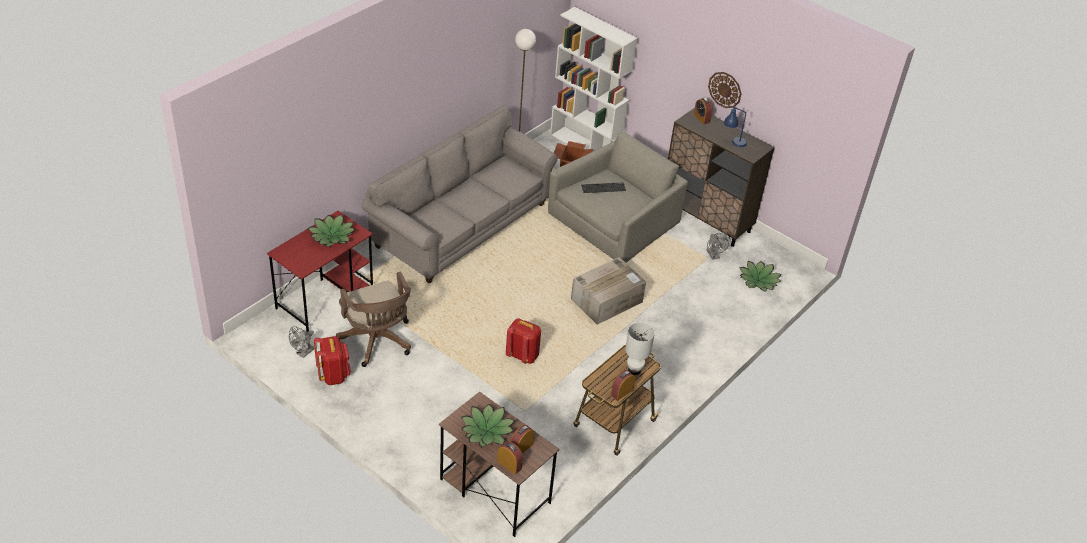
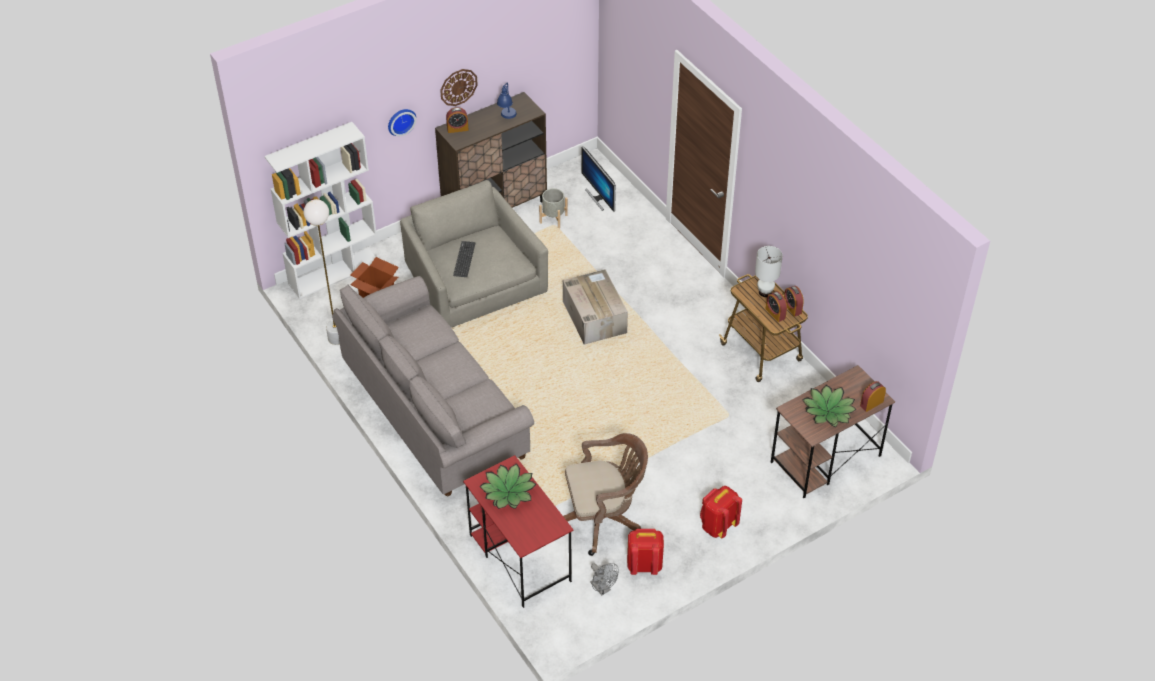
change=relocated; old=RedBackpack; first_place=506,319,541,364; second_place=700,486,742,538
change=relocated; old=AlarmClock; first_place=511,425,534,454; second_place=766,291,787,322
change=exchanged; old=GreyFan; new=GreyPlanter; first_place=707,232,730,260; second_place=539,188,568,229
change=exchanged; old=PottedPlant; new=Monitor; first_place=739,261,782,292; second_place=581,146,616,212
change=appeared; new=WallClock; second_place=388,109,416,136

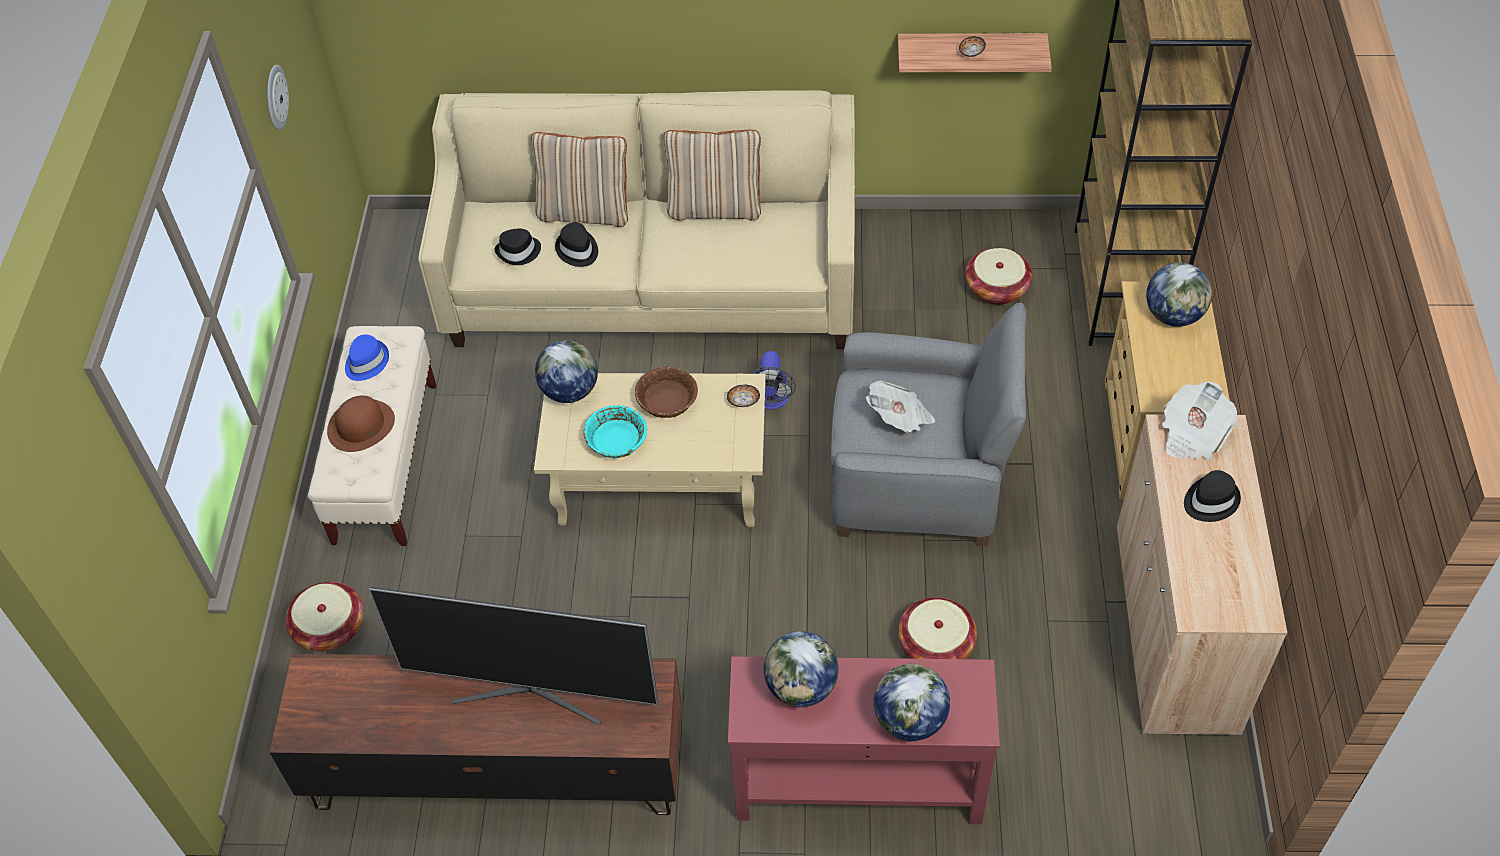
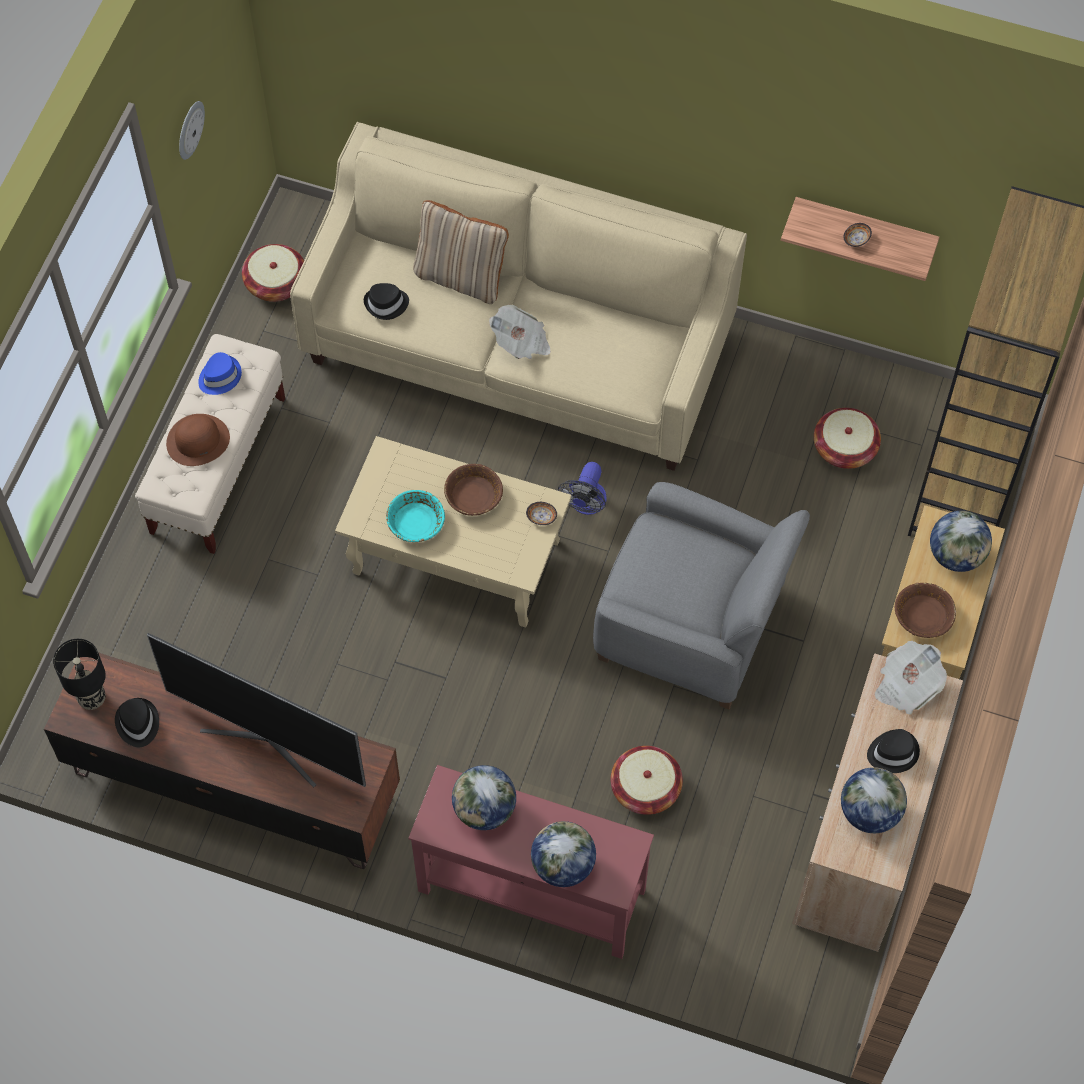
change=relocated; old=Basket; first_place=286,582,364,651; second_place=242,244,304,302
change=relocated; old=Globe; first_place=535,340,598,403; second_place=841,767,907,833
change=relocated; old=BlackHat; first_place=555,222,598,267; second_place=115,698,159,747
change=missing; old=BeigePillow; first_place=664,130,761,221
change=relocated; old=Newspaper; first_place=866,380,935,433; second_place=489,305,551,359
change=appeared; new=BlackTableLamp; second_place=53,639,106,710
change=appeared; new=BrownBowl; second_place=895,583,956,638

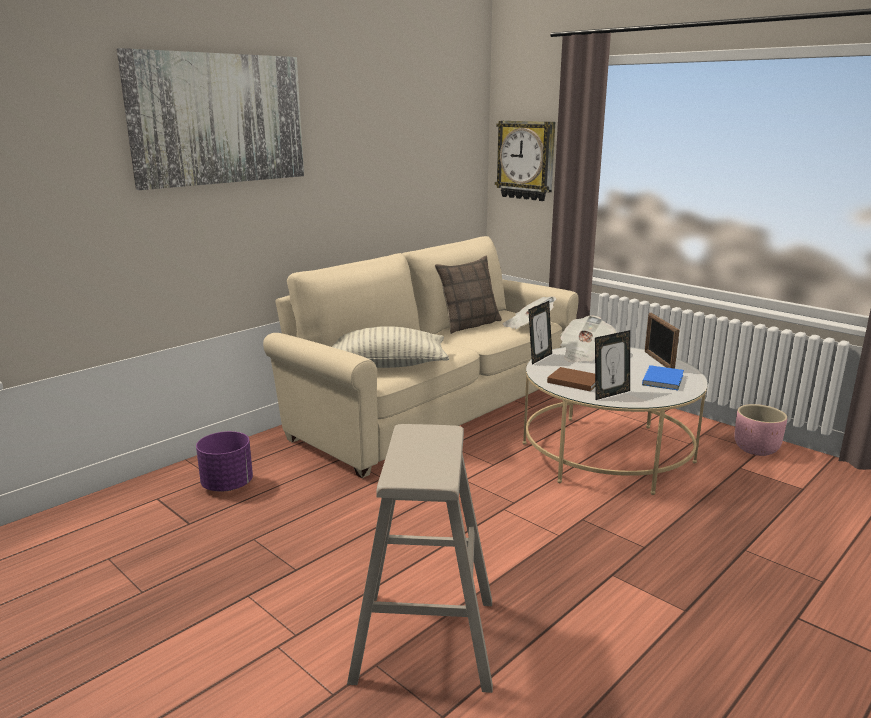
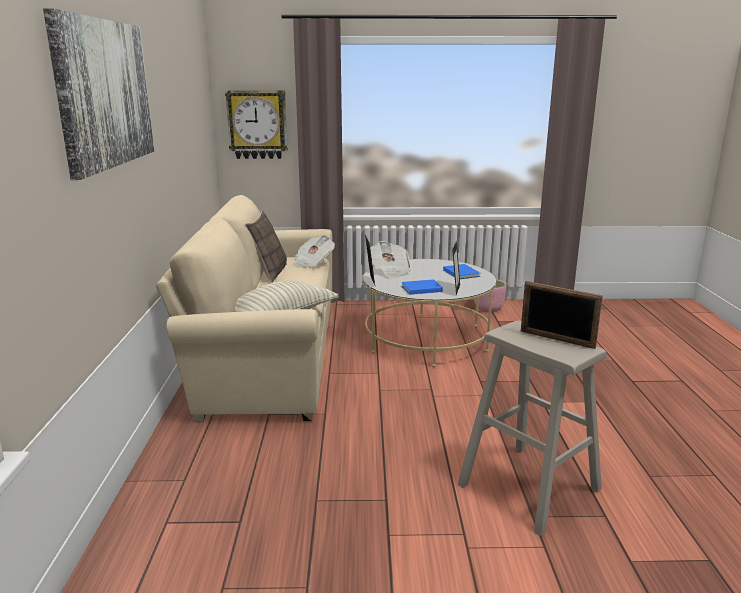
change=missing; old=PurplePlanter; first_place=196,431,253,491
change=colour; old=BrownBook; new=BlueBook; first_place=547,367,595,391; second_place=402,279,443,295
change=relocated; old=PictureFrame; first_place=645,313,679,369; second_place=521,281,603,349

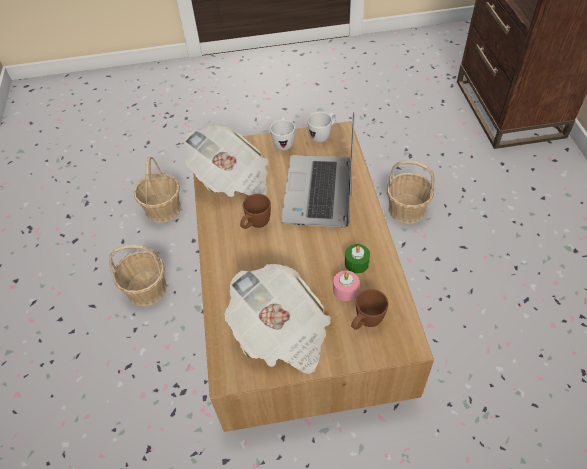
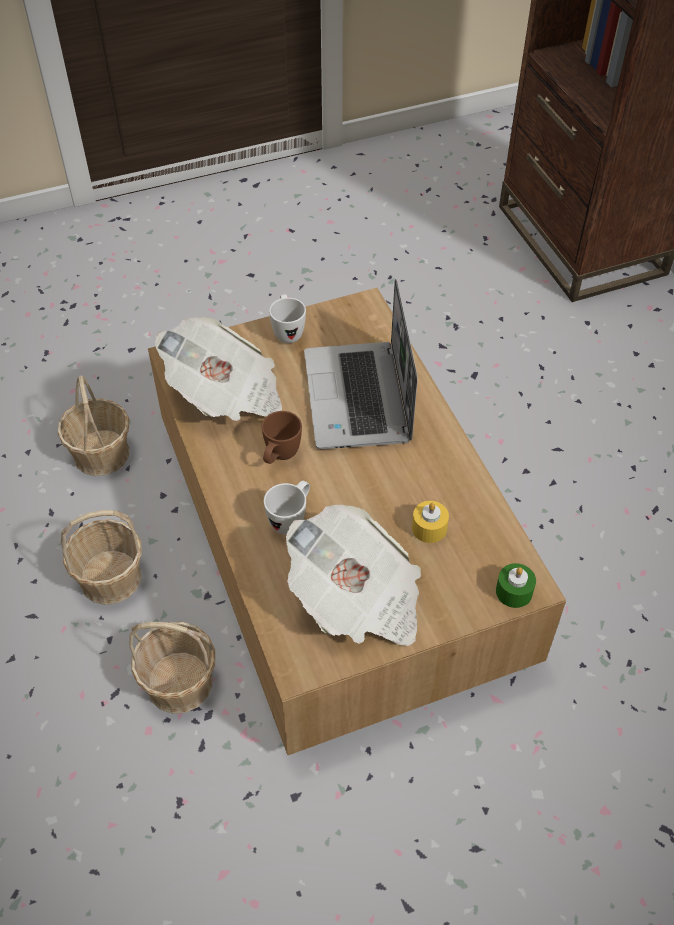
change=relocated; old=WhiteMug; first_place=307,112,336,143; second_place=264,481,310,535
change=colour; old=PinkCandle; new=YellowCandle; first_place=333,271,359,301; second_place=412,501,449,543
change=relocated; old=GreenCandle; first_place=345,244,370,273; second_place=496,563,536,608
change=missing; old=BrownMug; first_place=351,289,388,330
change=relocated; old=Basket; first_place=387,160,435,224; second_place=129,622,215,714

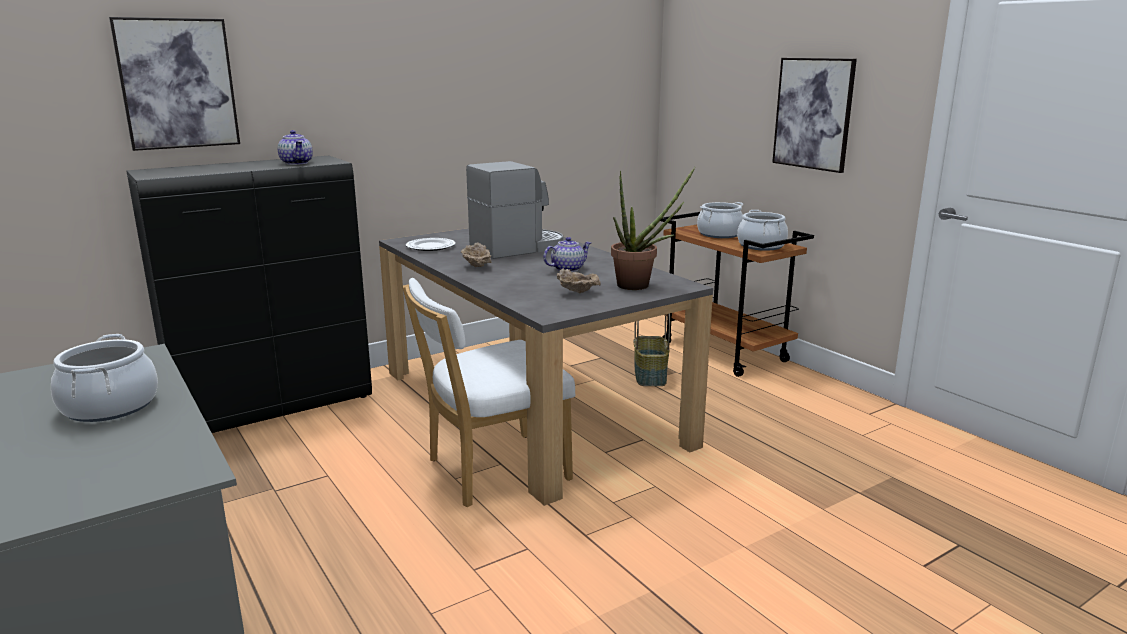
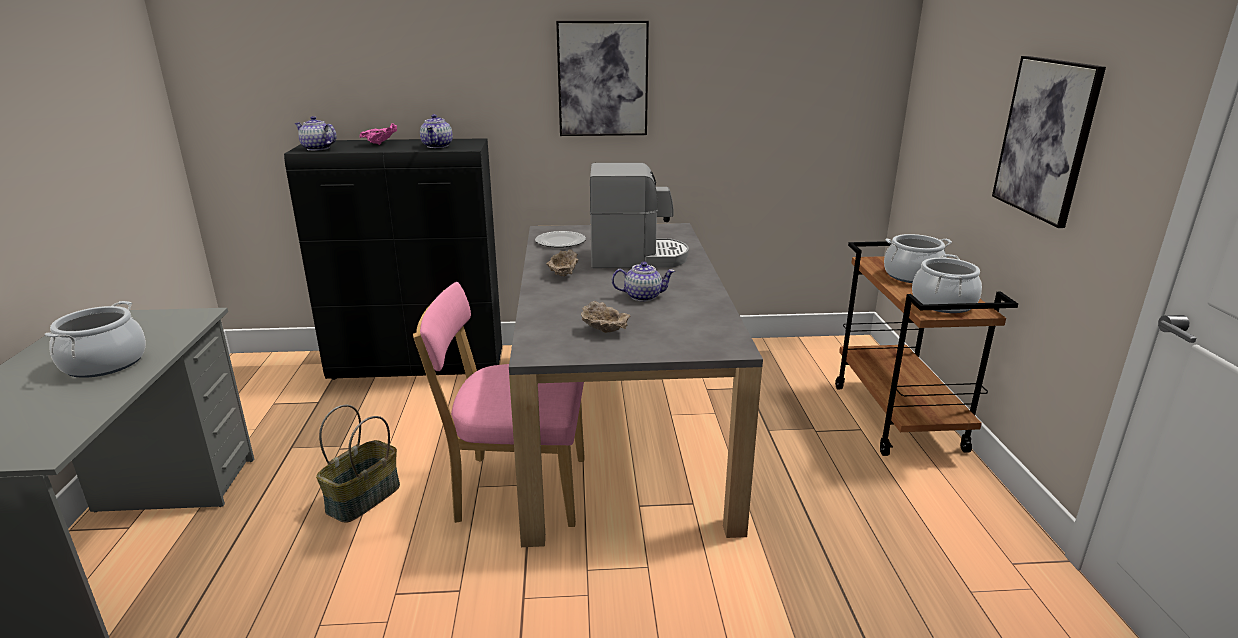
change=relocated; old=Picture; first_place=109,17,240,151; second_place=556,21,649,136
change=colour; old=WhiteChair; new=PinkChair; first_place=403,278,576,507; second_place=413,282,585,527
change=missing; old=PottedPlant; first_place=611,167,695,290
change=relocated; old=Basket; first_place=634,314,670,386; second_place=316,405,400,523
change=appeared; new=Teapot; second_place=294,116,337,151
change=appeared; new=PinkBowl; second_place=359,124,397,145

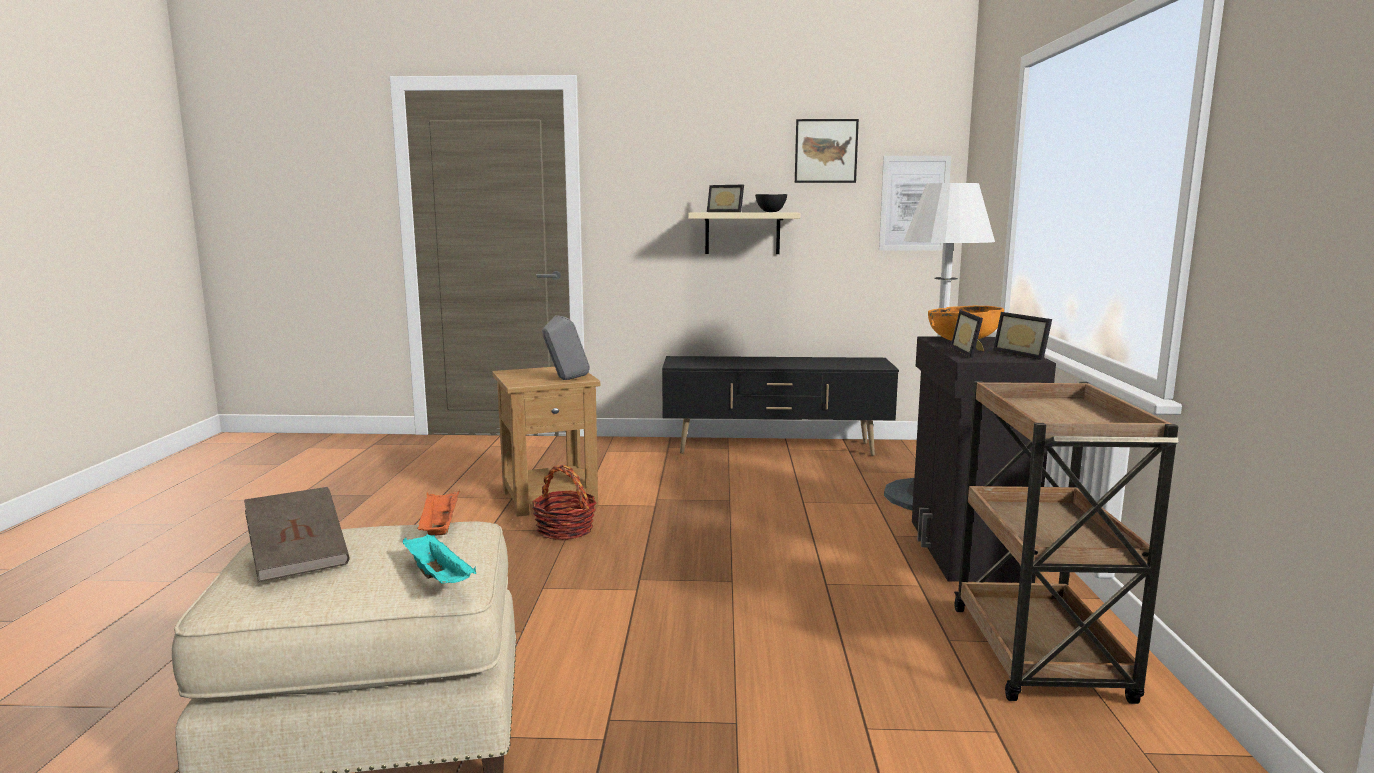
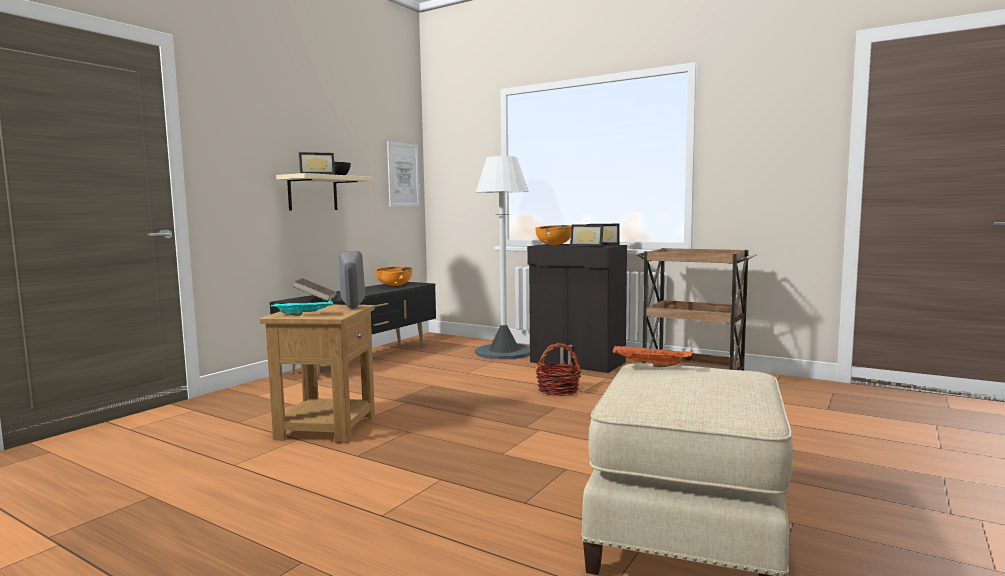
change=relocated; old=BrownBook; first_place=244,487,350,582; second_place=292,278,337,301
change=relocated; old=TurquoiseTray; first_place=403,534,476,584; second_place=271,300,333,316
change=relocated; old=Basket; first_place=532,465,596,540; second_place=536,343,582,396
change=missing; old=Picture; first_place=795,119,859,183
change=appeared; new=OrangeBowl; second_place=375,266,412,286

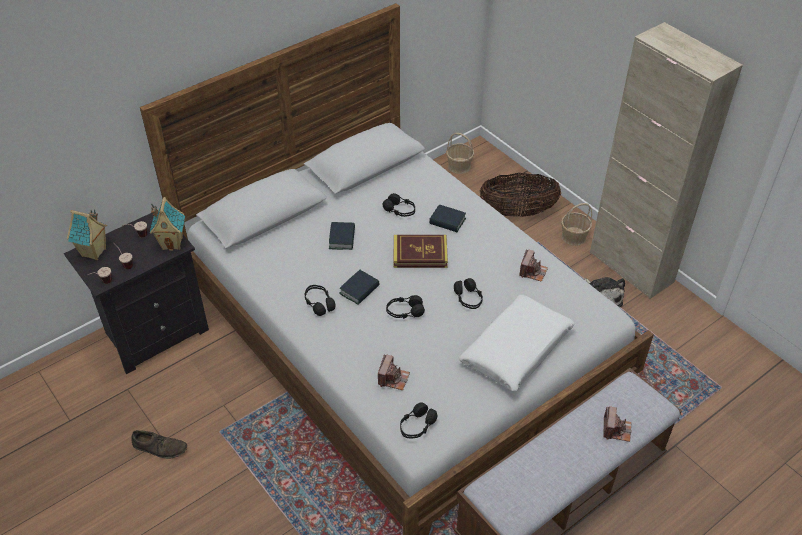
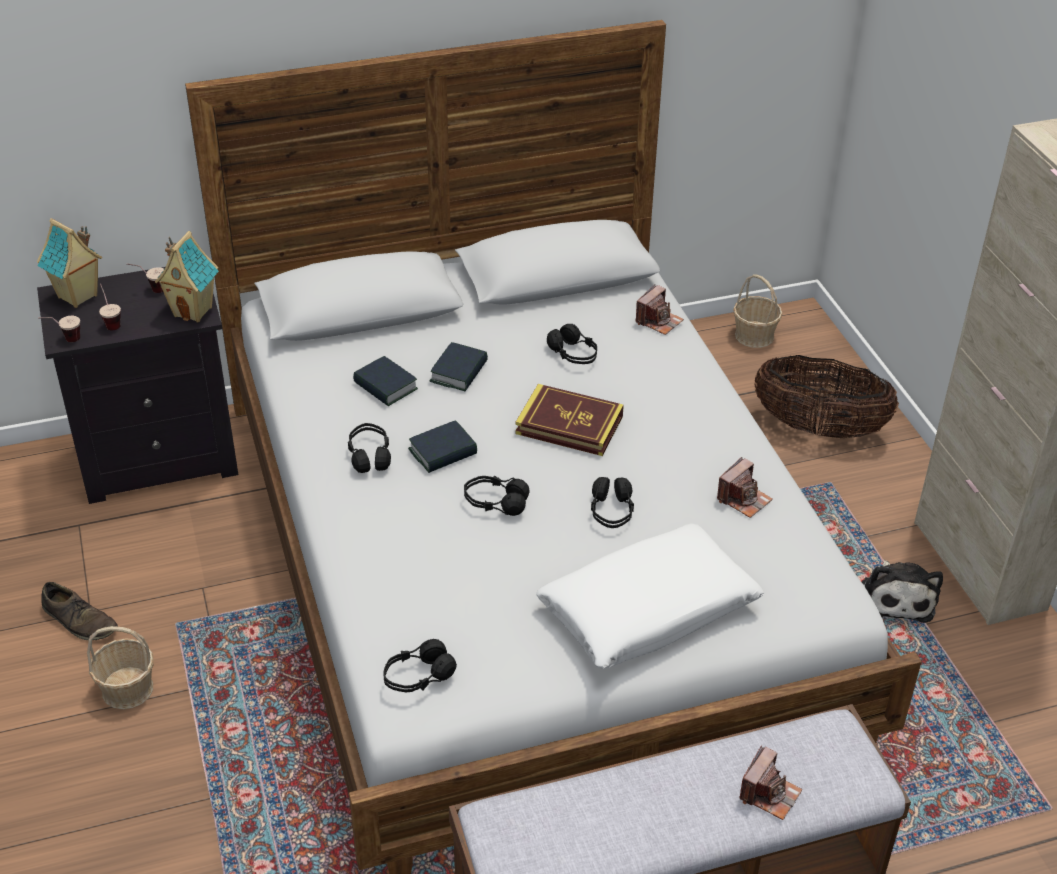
change=relocated; old=PhotoCamera; first_place=378,354,410,390; second_place=635,285,684,335
change=relocated; old=Book; first_place=429,205,466,232; second_place=353,356,418,406
change=relocated; old=Basket; first_place=561,203,592,246; second_place=87,626,154,709

